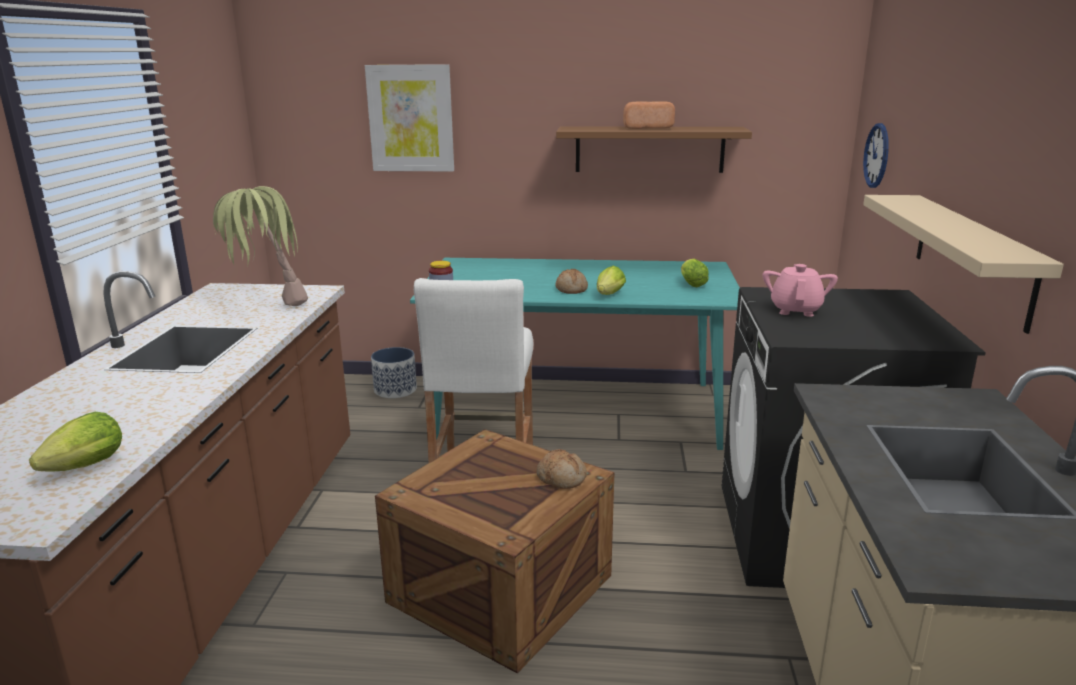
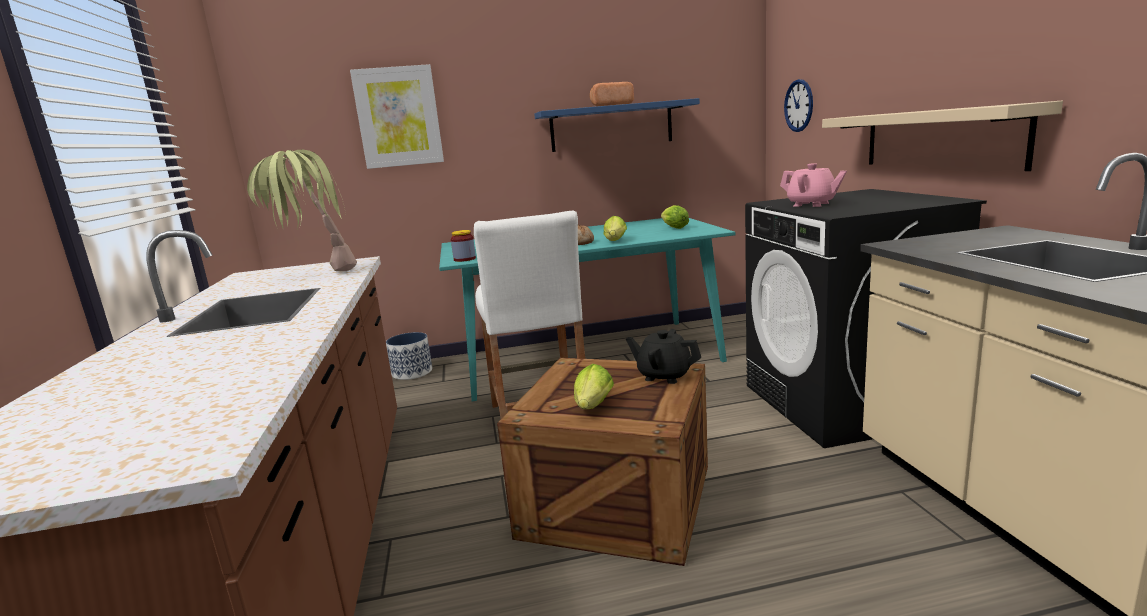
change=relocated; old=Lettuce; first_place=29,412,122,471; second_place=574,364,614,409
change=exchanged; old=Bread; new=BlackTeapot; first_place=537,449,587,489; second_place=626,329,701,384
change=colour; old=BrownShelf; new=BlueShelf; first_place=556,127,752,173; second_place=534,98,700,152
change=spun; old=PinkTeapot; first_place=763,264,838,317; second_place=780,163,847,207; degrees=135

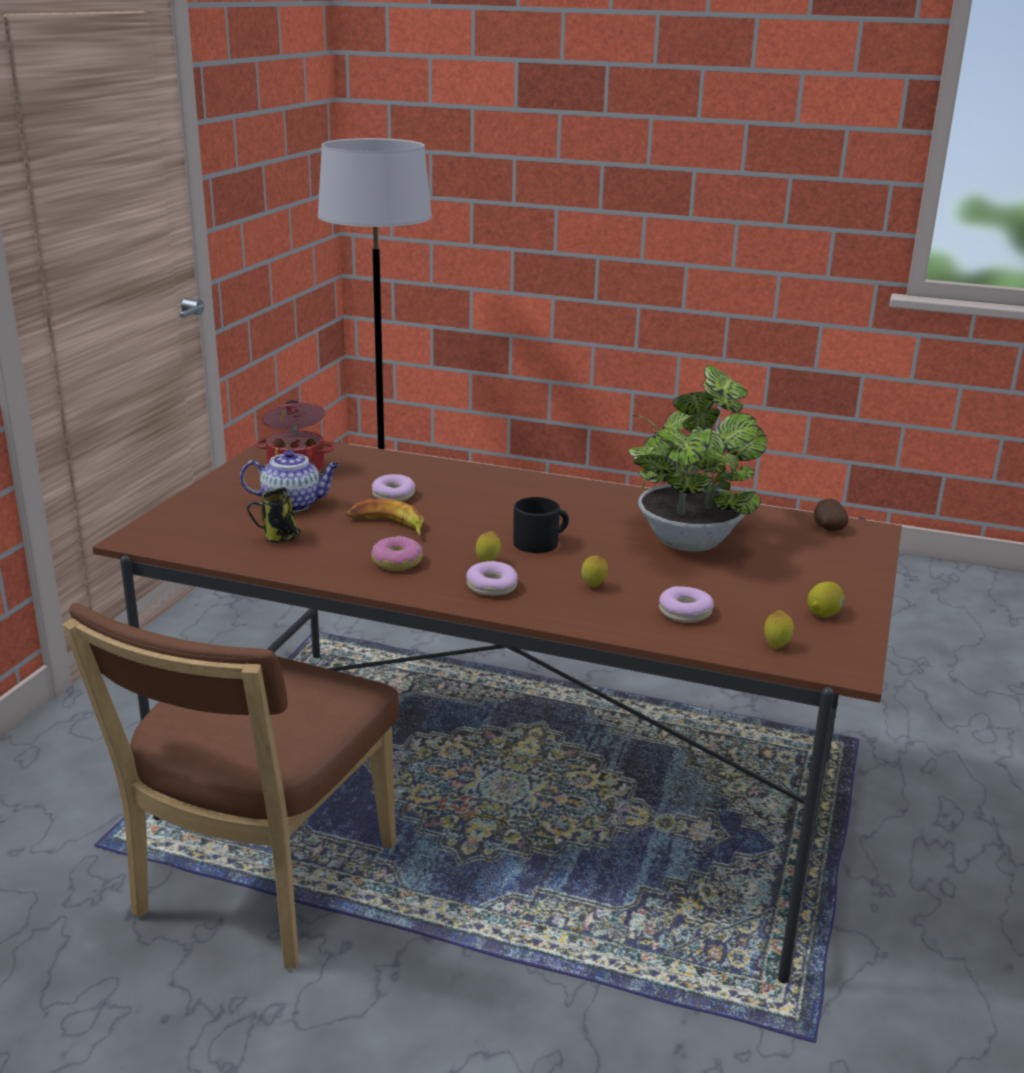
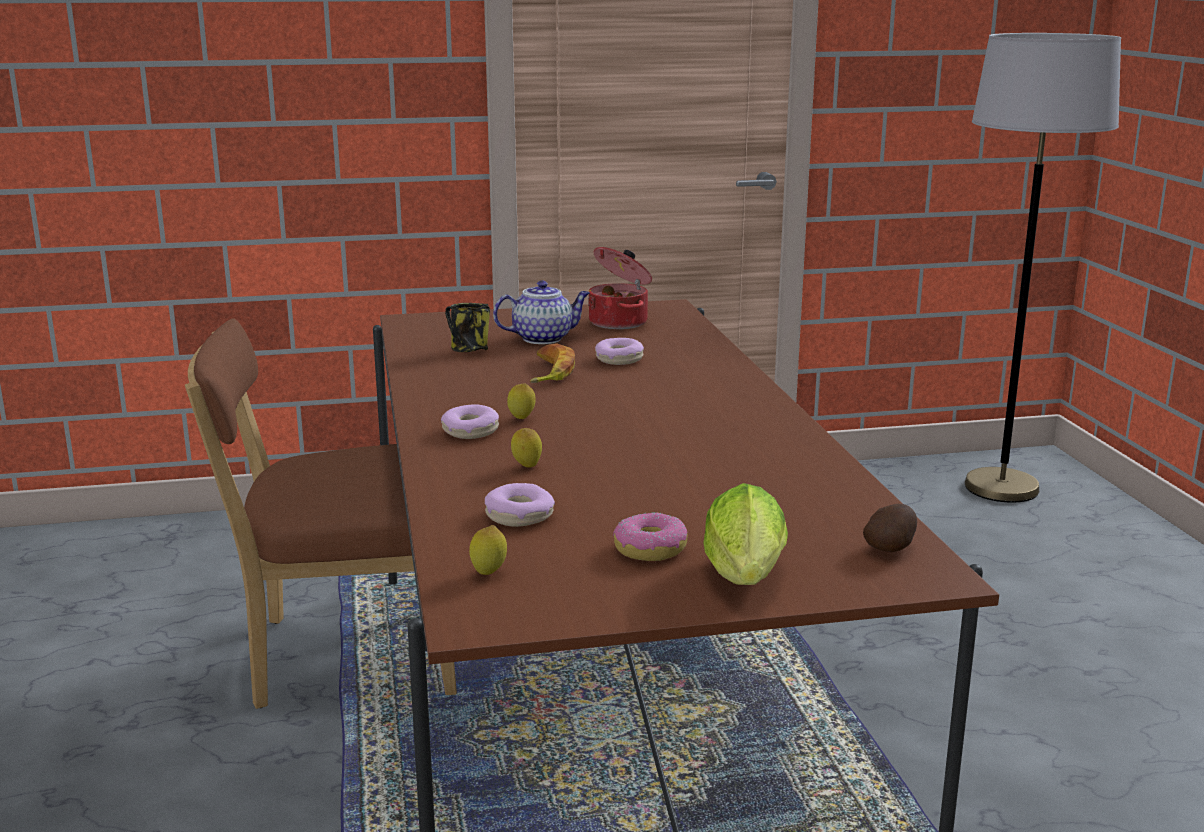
change=spun; old=Teapot; first_place=240,450,340,512; second_place=493,280,590,344; degrees=-75
change=relocated; old=Donut; first_place=371,536,423,571; second_place=613,512,688,561
change=missing; old=BlackMug; first_place=513,497,569,553
change=missing; old=PottedPlant; first_place=628,365,767,551
change=missing; old=Lemon; first_place=807,582,844,617
change=appeared; new=Lettuce; second_place=703,483,788,585

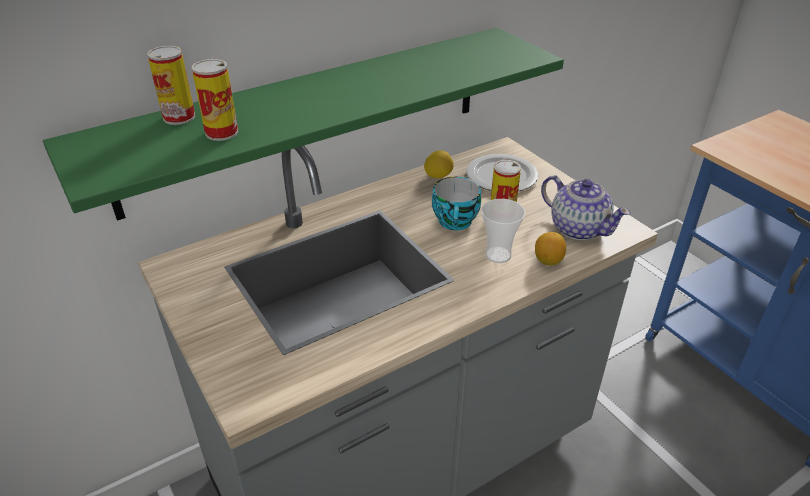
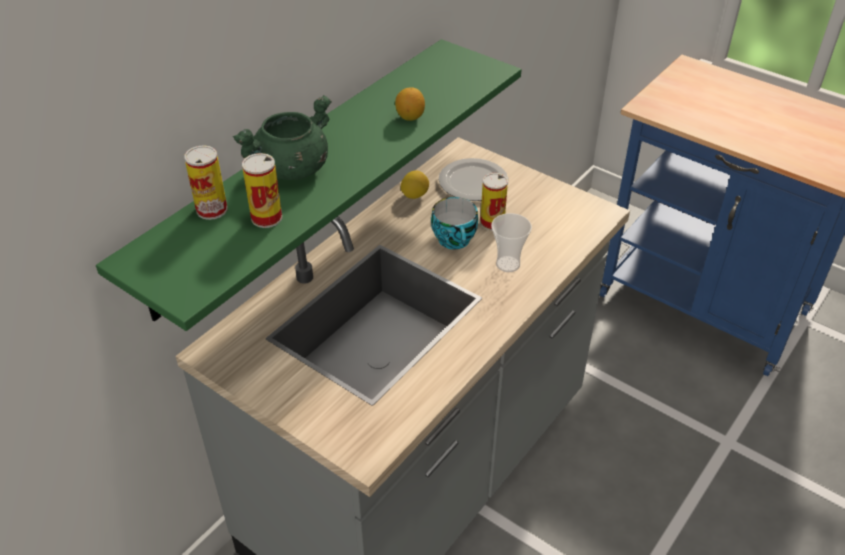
change=relocated; old=Lemon; first_place=535,232,566,265; second_place=395,87,425,121
change=missing; old=Teapot; first_place=541,175,631,240
change=appeared; new=GreenCookingPot; second_place=232,95,332,180

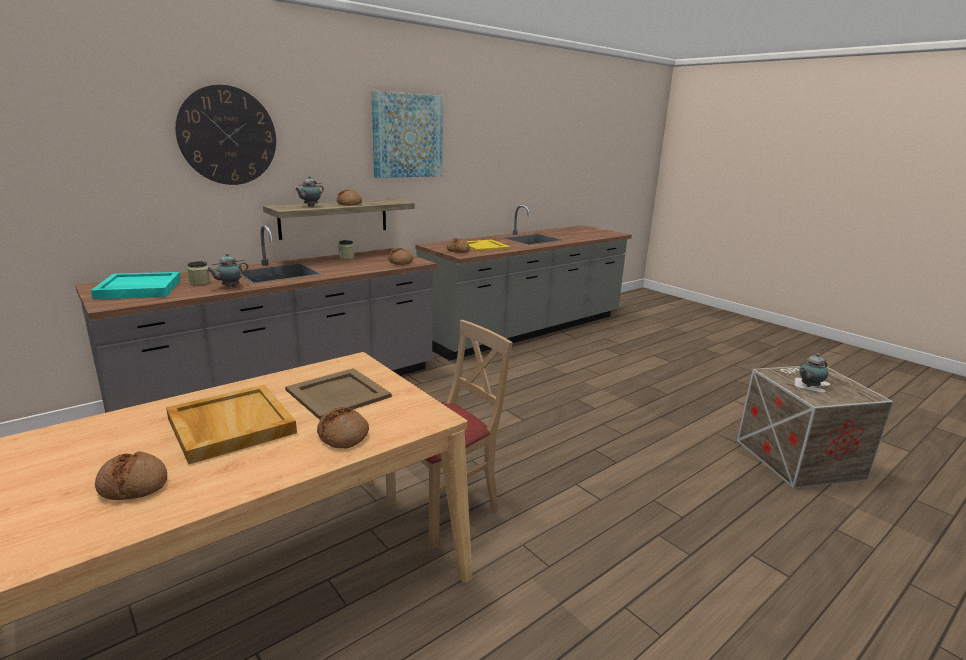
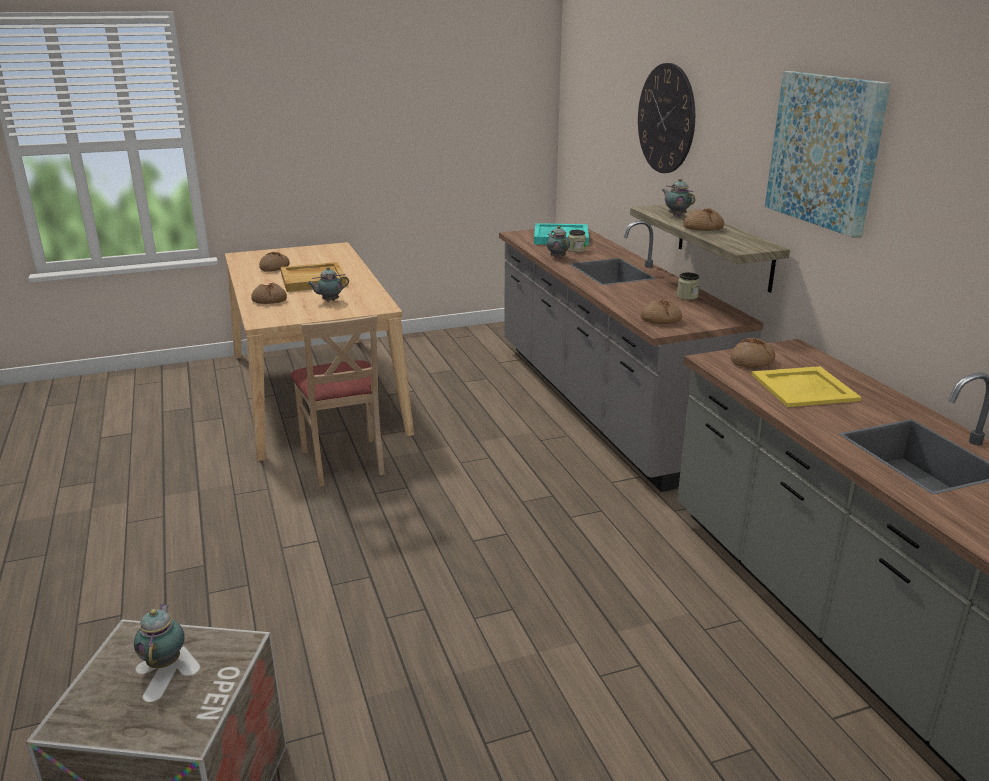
change=exchanged; old=BeigeTray; new=Teapot; first_place=285,368,392,420; second_place=307,267,349,302

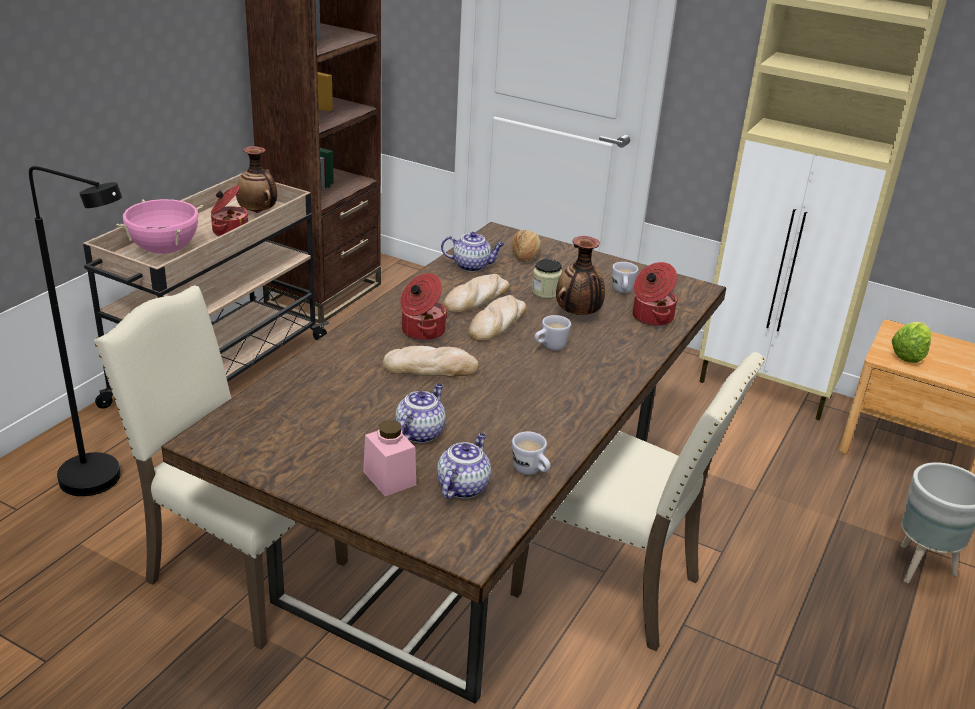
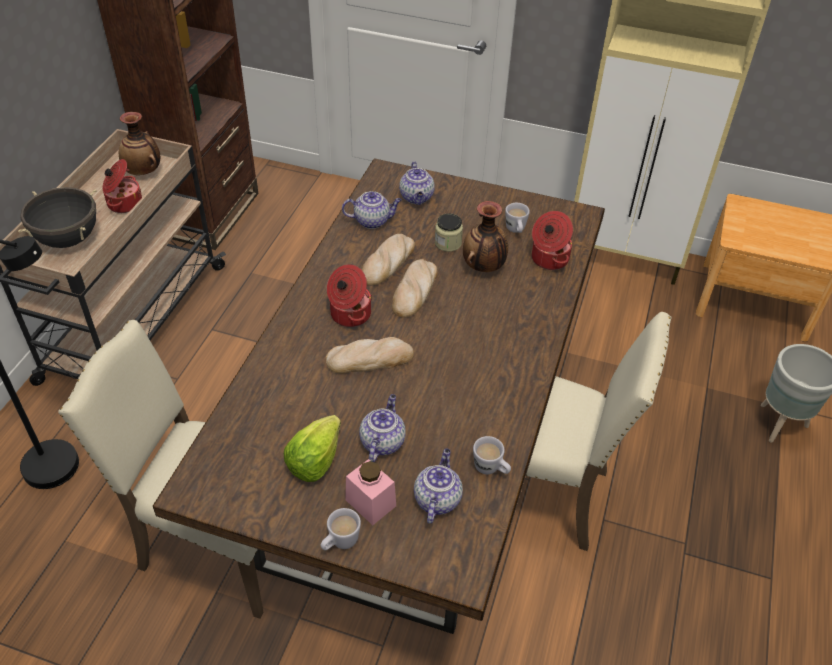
change=colour; old=PinkCookingPot; new=BlackCookingPot; first_place=116,199,203,254; second_place=18,187,97,248
change=exchanged; old=Bread; new=Teapot; first_place=511,230,541,262; second_place=399,162,435,205
change=relocated; old=WhiteMug; first_place=534,315,571,350; second_place=320,508,361,550
change=relocated; old=Lettuce; first_place=891,322,931,363; second_place=284,415,341,482

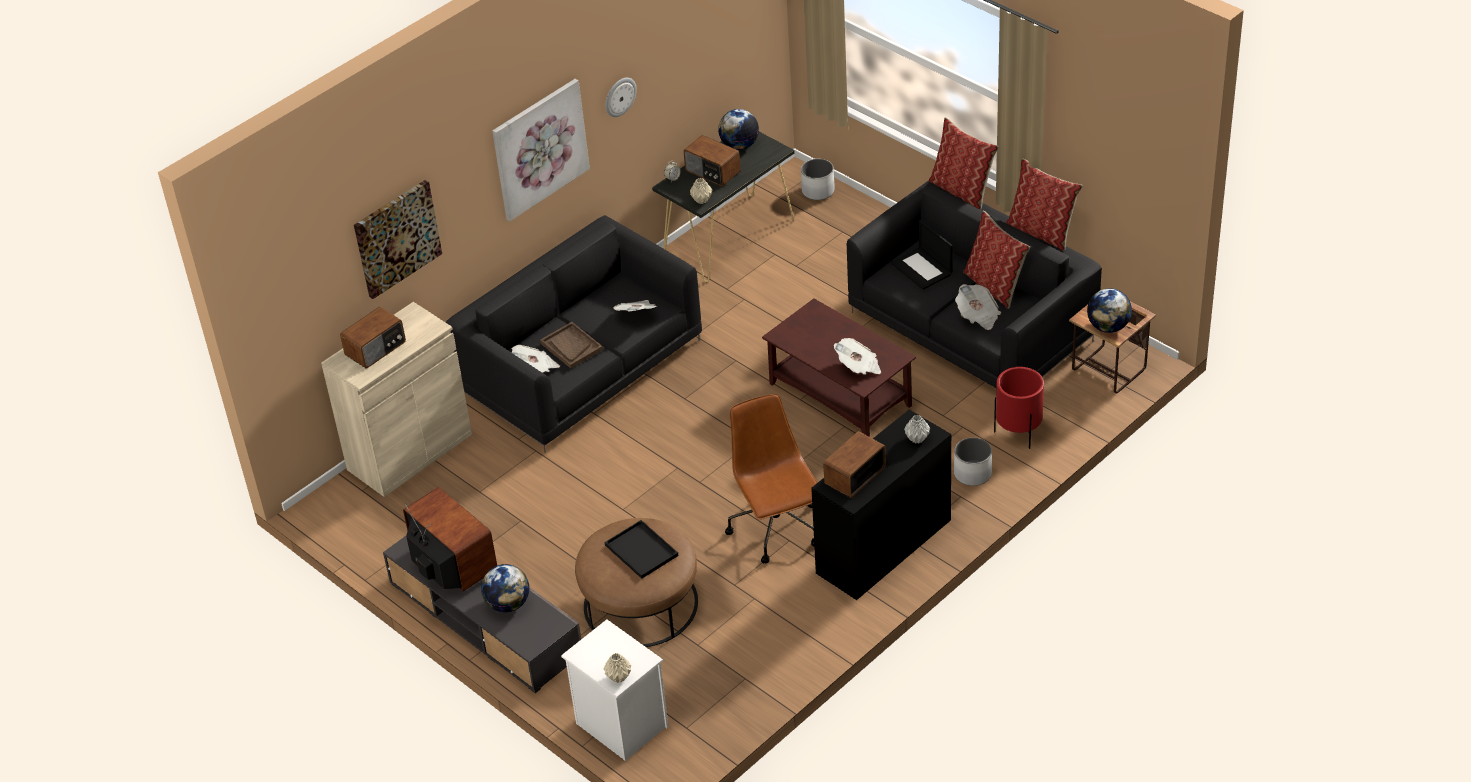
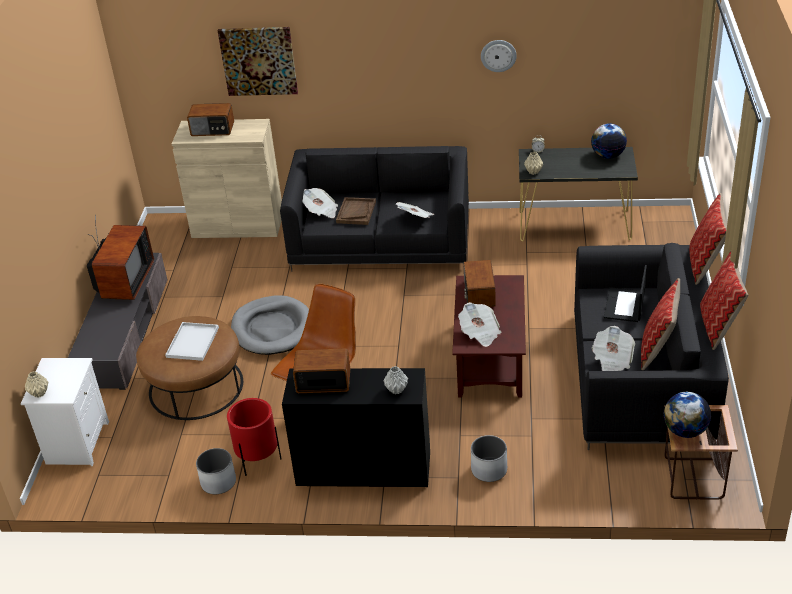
change=missing; old=Globe; first_place=481,564,529,612
change=missing; old=Picture; first_place=492,79,590,221
change=colour; old=BlackTray; new=WhiteTray; first_place=605,520,678,579; second_place=165,322,219,361
change=relocated; old=Radio; first_place=684,135,741,186; second_place=464,260,496,307
change=relocated; old=WhitePlanter; first_place=801,159,835,200; second_place=196,448,236,494
change=relocated; old=RedPlanter; first_place=994,367,1044,449; second_place=227,398,281,476
change=appeared; new=GreyDogBed; second_place=231,295,309,355

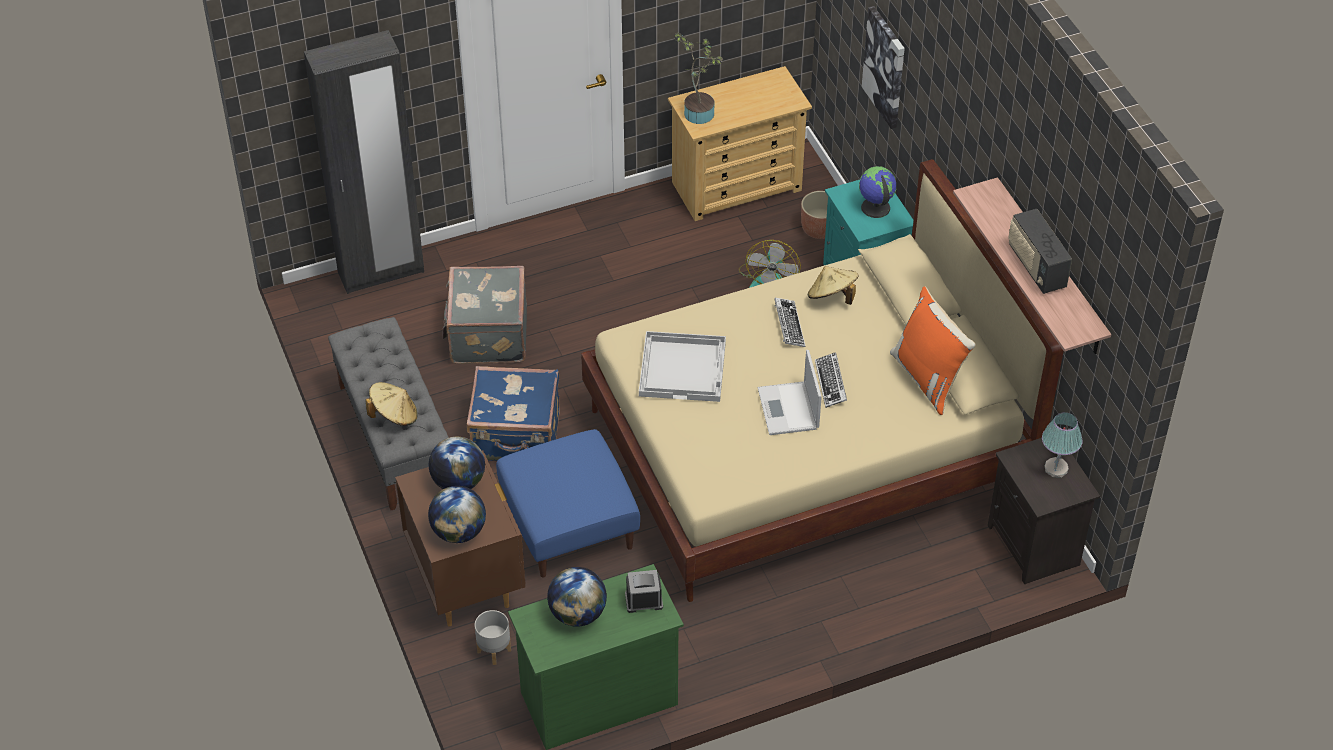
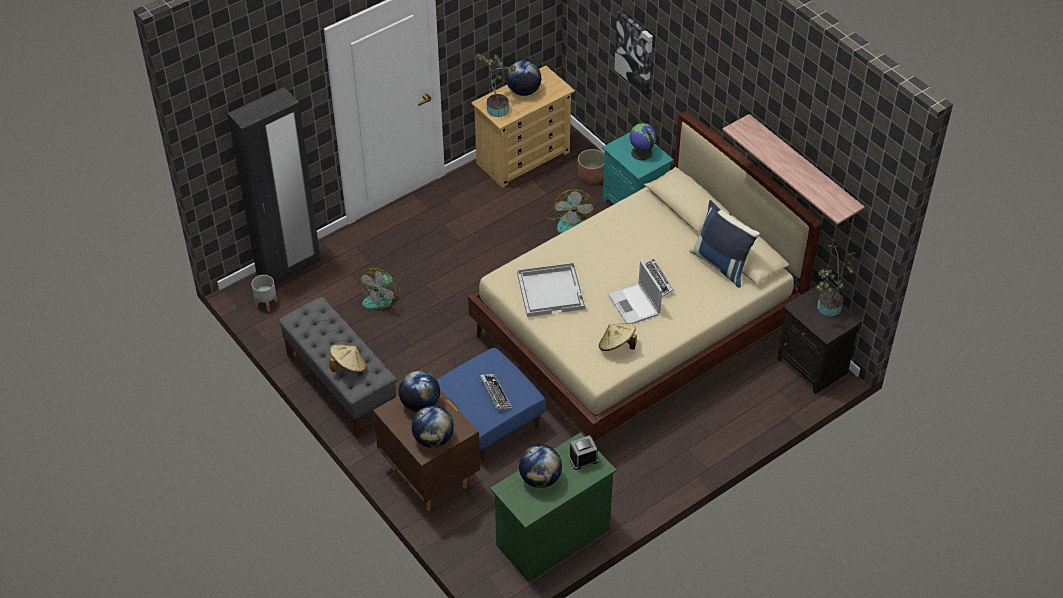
change=exchanged; old=GreySuitcase; new=Fan; first_place=442,266,527,364; second_place=360,268,401,309
change=missing; old=BlueSuitcase; first_place=467,366,560,461
change=relocated; old=GreyPlanter; first_place=475,610,511,665; second_place=252,275,278,311
change=relocated; old=Keyboard; first_place=774,298,805,347; second_place=480,374,512,410
change=relocated; old=BeigeHat; first_place=808,266,859,305; second_place=599,323,637,351
change=colour; old=OrangePillow; new=BluePillow; first_place=890,286,976,415; second_place=690,200,760,288
change=missing; old=Radio; first_place=1008,209,1072,294
change=exchanged; old=TableLamp; new=PottedPlant; first_place=1042,412,1083,477; second_place=815,244,857,316
change=appeared; new=Globe; second_place=506,60,541,96

